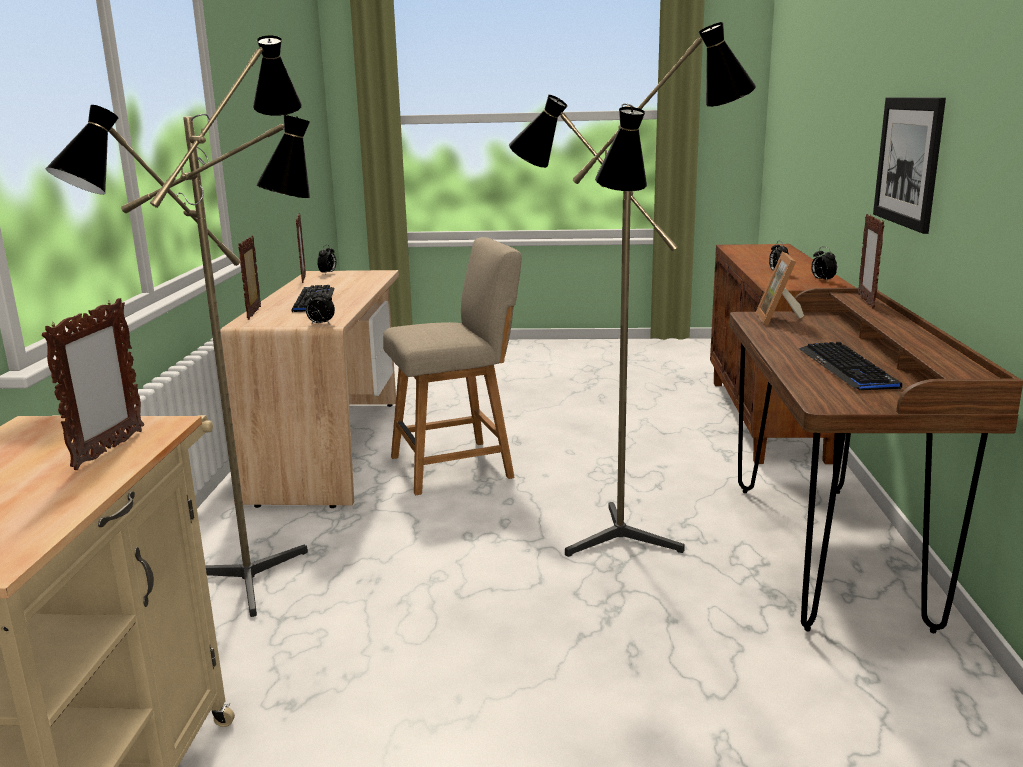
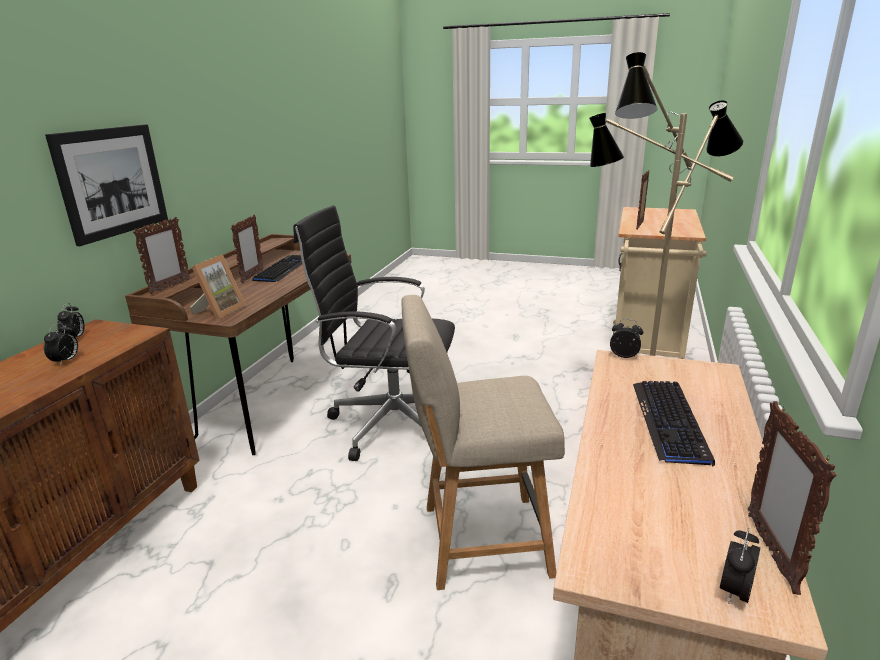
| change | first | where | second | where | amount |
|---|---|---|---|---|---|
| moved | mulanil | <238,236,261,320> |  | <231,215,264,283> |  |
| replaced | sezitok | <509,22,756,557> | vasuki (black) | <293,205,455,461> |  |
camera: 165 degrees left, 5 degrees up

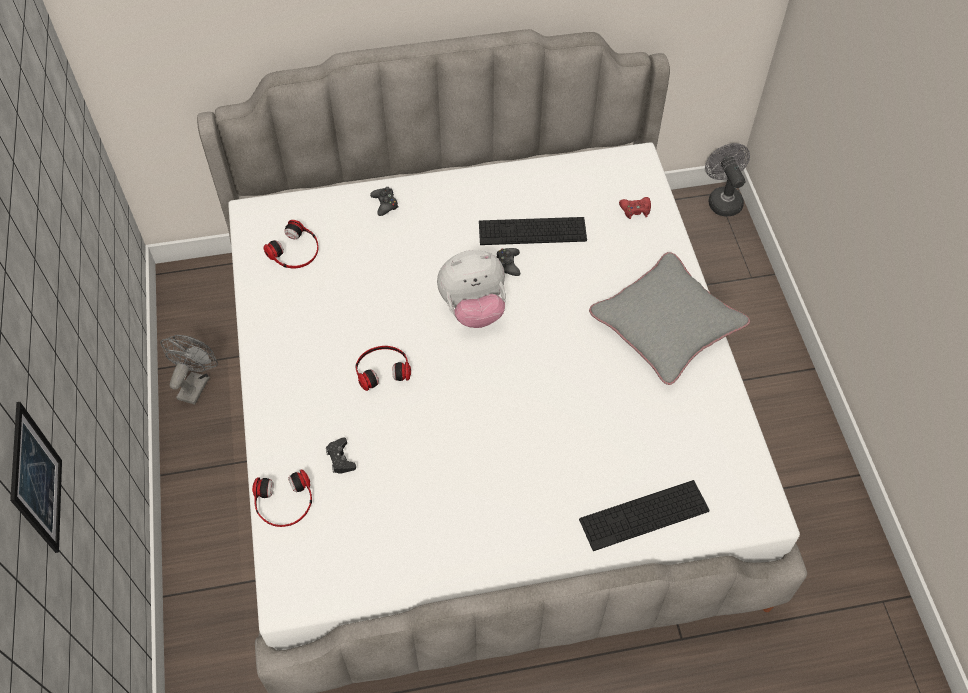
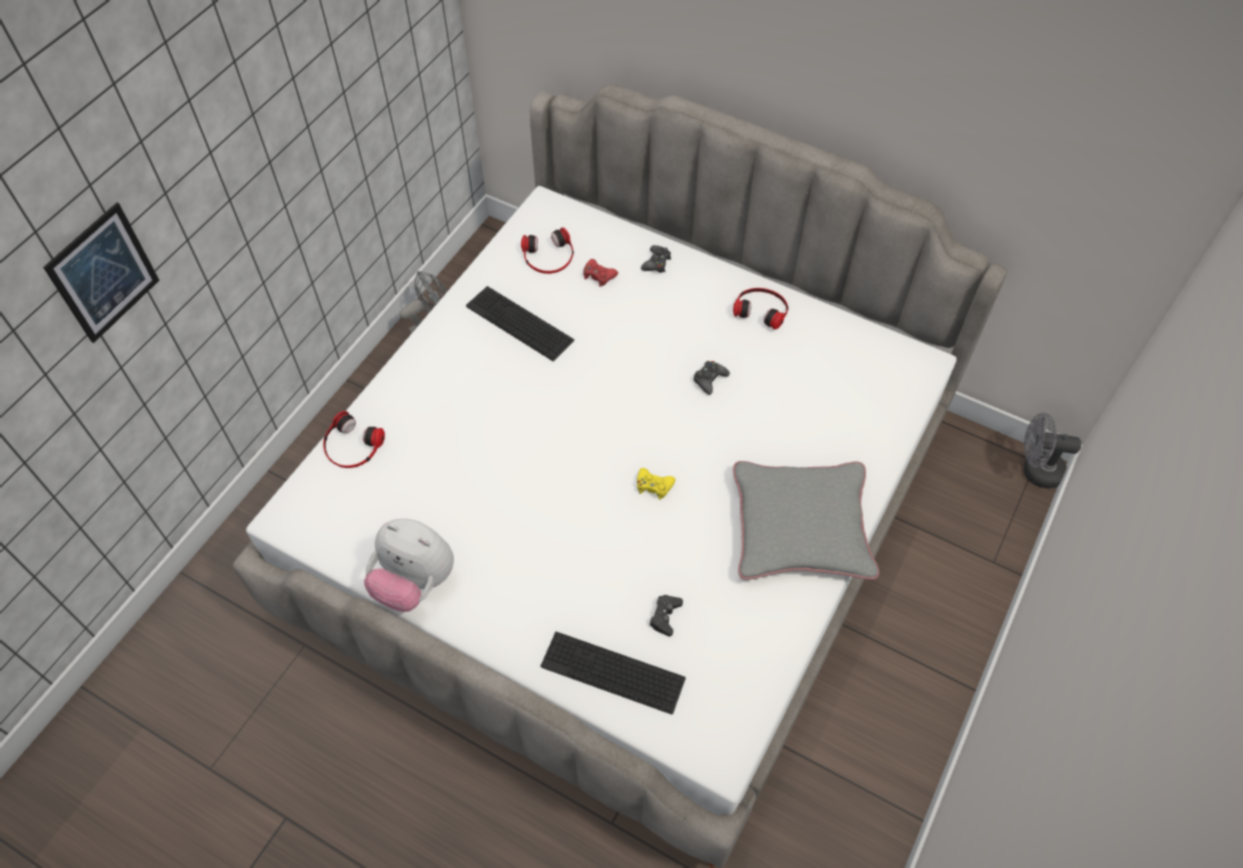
| change | first | where | second | where | amount |
|---|---|---|---|---|---|
| moved | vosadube | <437,250,506,328> |  | <364,519,454,612> |  |
| moved | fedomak | <479,217,587,245> |  | <466,286,574,361> |  |
| moved | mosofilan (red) | <619,197,651,219> |  | <583,259,618,287> |  |
| added |  |  | mosofilan (yellow) | <637,468,676,500> |  |
| moved | mosofilan (black) | <326,437,356,474> |  | <649,595,683,636> |  |
| moved | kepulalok | <355,346,411,391> |  | <733,288,788,330> |  |
| turned | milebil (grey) | <705,143,750,217> |  | <1024,413,1081,488> | 105 degrees counterclockwise |
camera: 40 degrees right, 0 degrees up

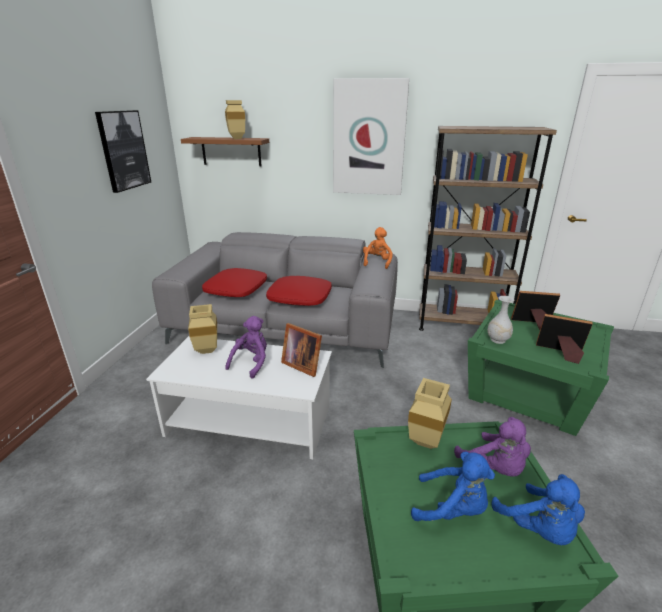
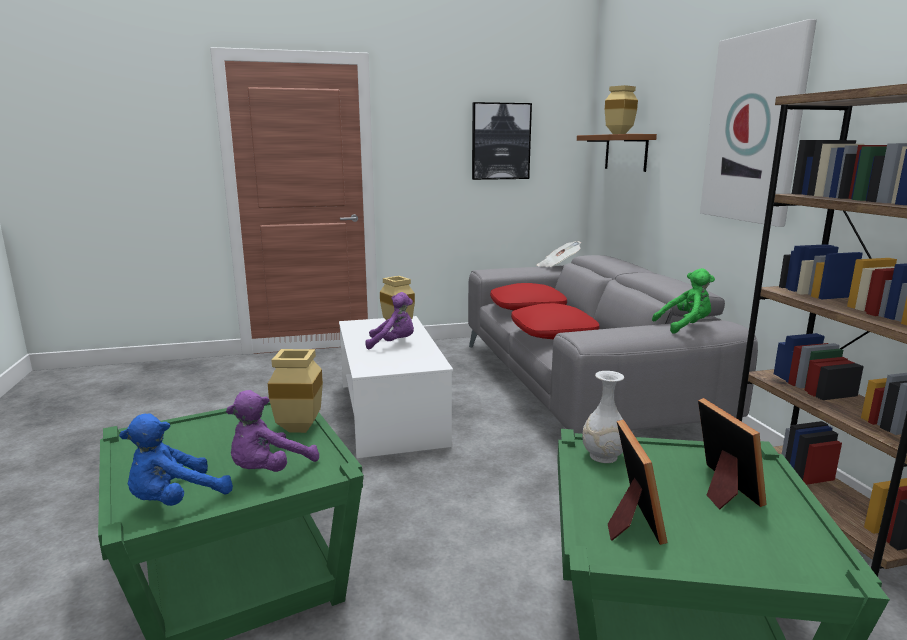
| change | first | where | second | where | amount |
|---|---|---|---|---|---|
| added |  |  | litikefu | <537,241,581,267> |  |
| recoloured | vosadube (orange) | <363,227,393,269> | vosadube (green) | <652,268,715,334> |  |
| removed | mulanil | <281,323,322,377> |  |  |  |
| removed | vosadube (blue) | <411,452,495,521> |  |  |  |
camera: 65 degrees right, 10 degrees down

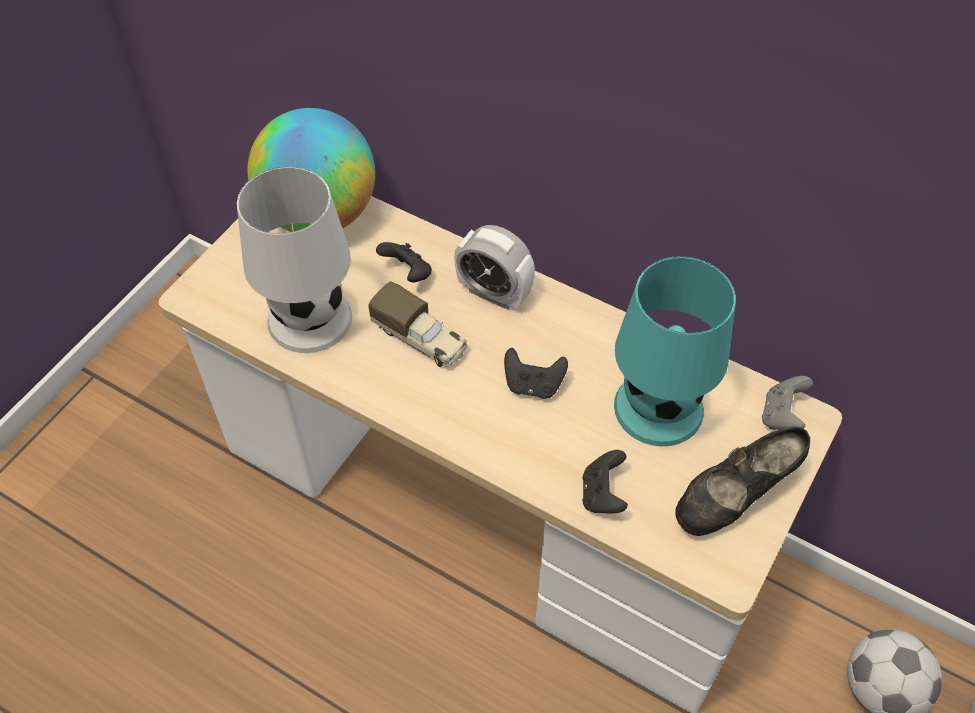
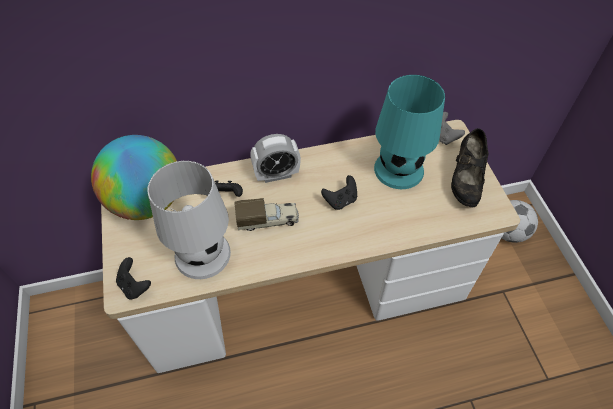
| change | first | where | second | where | amount |
|---|---|---|---|---|---|
| moved | mosofilan (black) | <582,450,628,514> |  | <116,257,151,300> |  |
camera: 45 degrees left, 0 degrees up

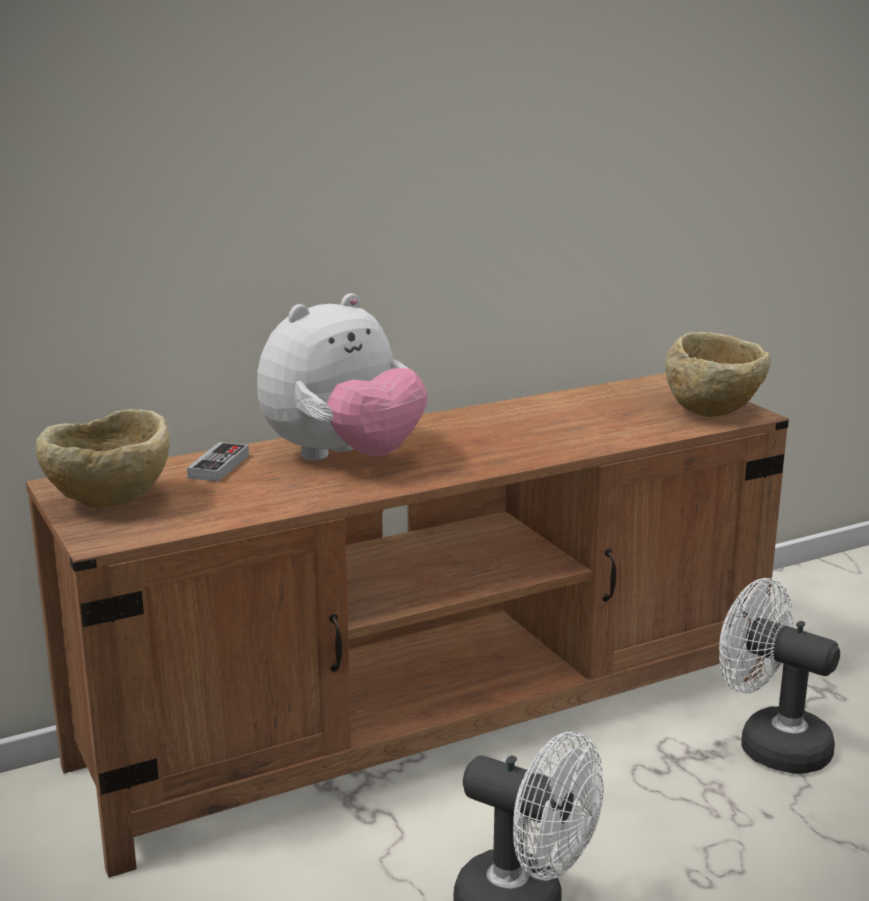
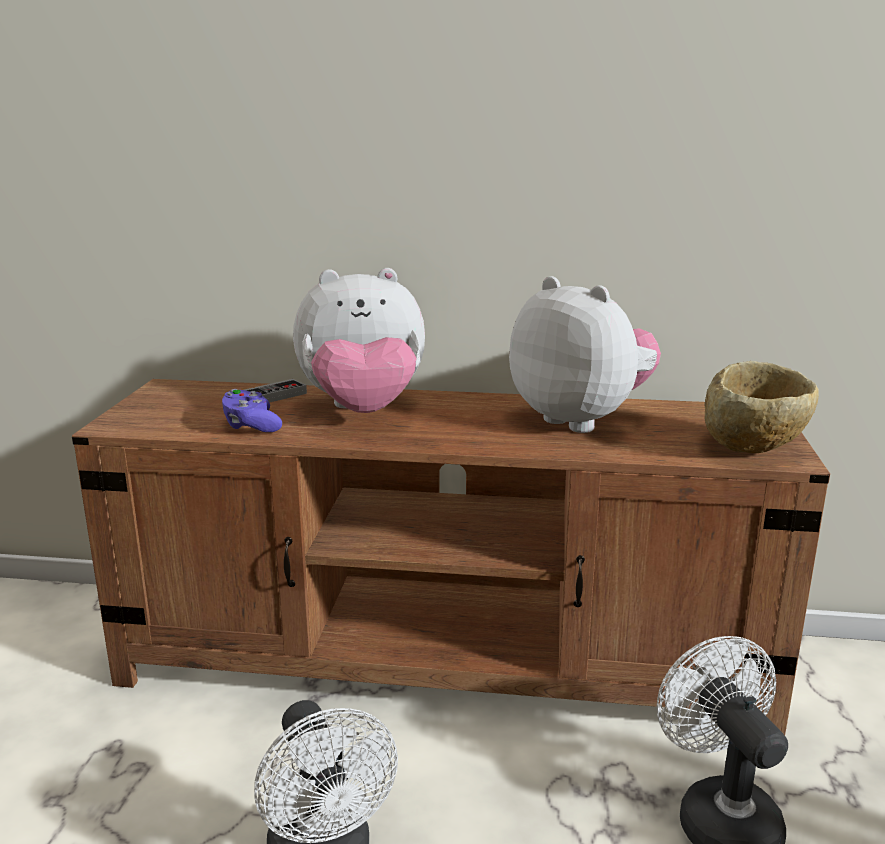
| change | first | where | second | where | amount |
|---|---|---|---|---|---|
| added |  |  | mosofilan (purple) | <222,389,282,432> |  |
| added |  |  | vosadube | <509,276,661,433> |  |
| removed | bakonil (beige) | <36,409,170,507> |  |  |  |
camera: 35 degrees right, 0 degrees up

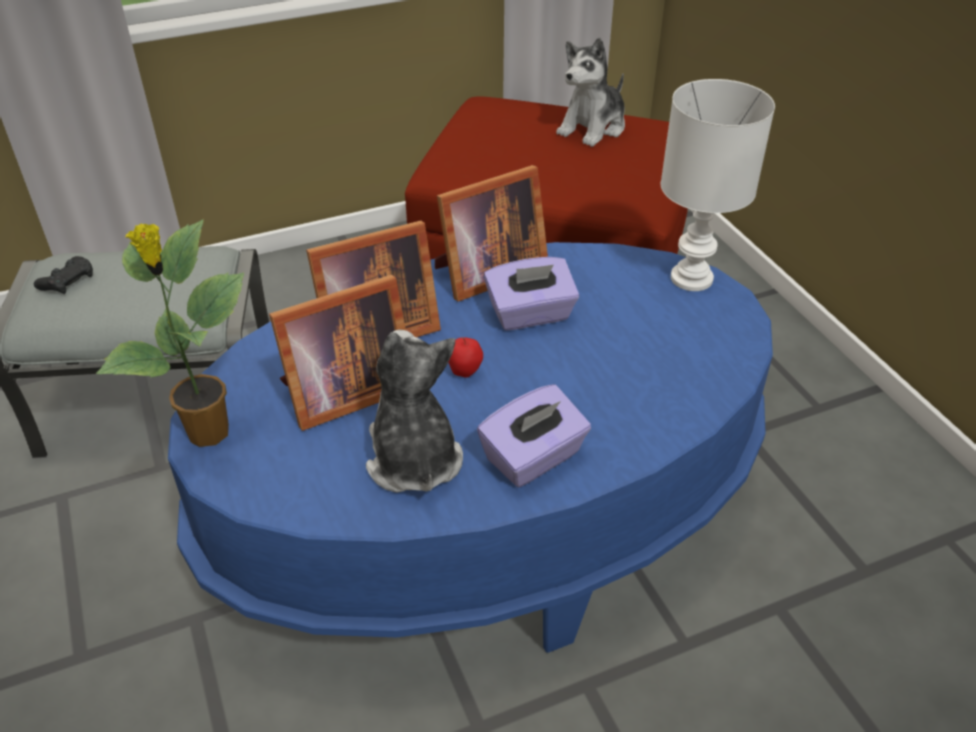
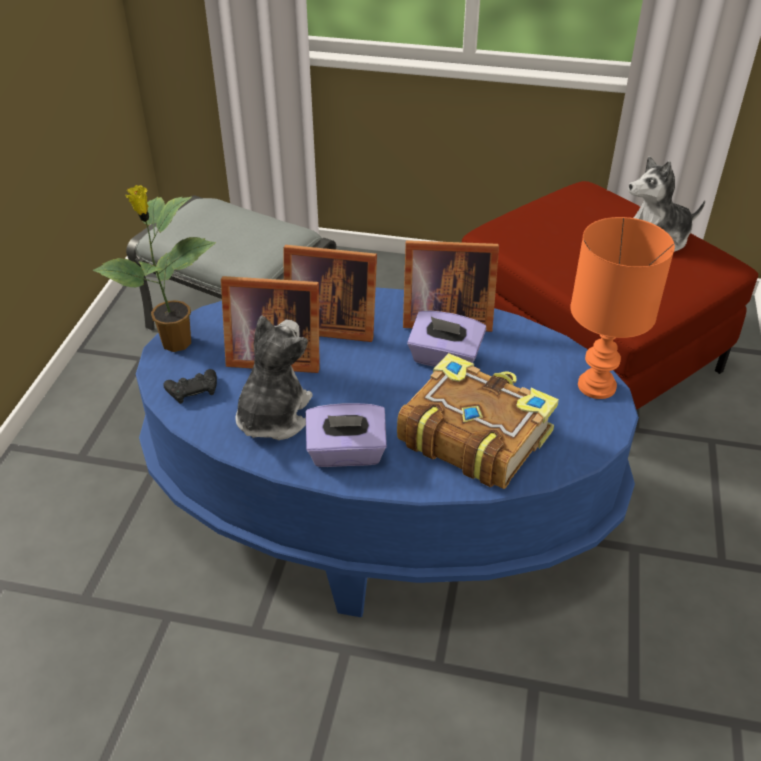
| change | first | where | second | where | amount |
|---|---|---|---|---|---|
| moved | mosofilan (black) | <34,256,93,294> |  | <163,369,217,404> |  |
| added |  |  | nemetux | <397,353,559,489> |  |
| recoloured | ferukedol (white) | <661,79,775,291> | ferukedol (orange) | <570,217,675,399> |  |
| removed | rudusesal | <448,337,483,378> |  |  |  |
camera: 35 degrees right, 0 degrees up

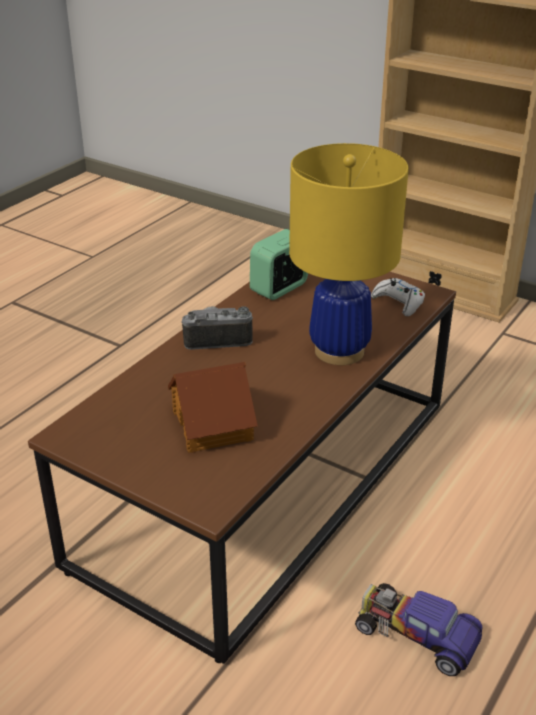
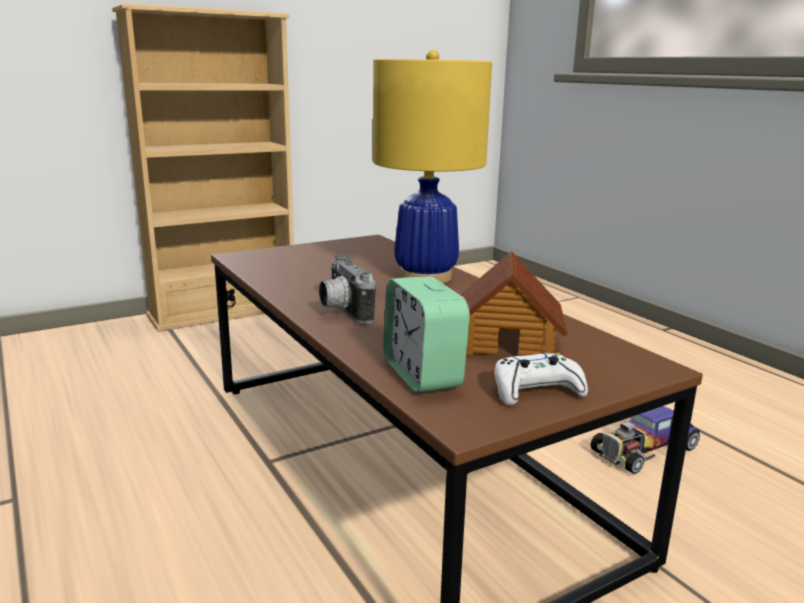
| change | first | where | second | where | amount |
|---|---|---|---|---|---|
| turned | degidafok | <181,306,253,350> |  | <319,254,376,324> | 45 degrees counterclockwise |
| moved | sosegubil | <250,229,308,300> |  | <383,276,470,392> |  |
| moved | mosofilan (white) | <371,278,425,316> |  | <494,353,588,405> |  |
camera: 65 degrees left, 15 degrees down

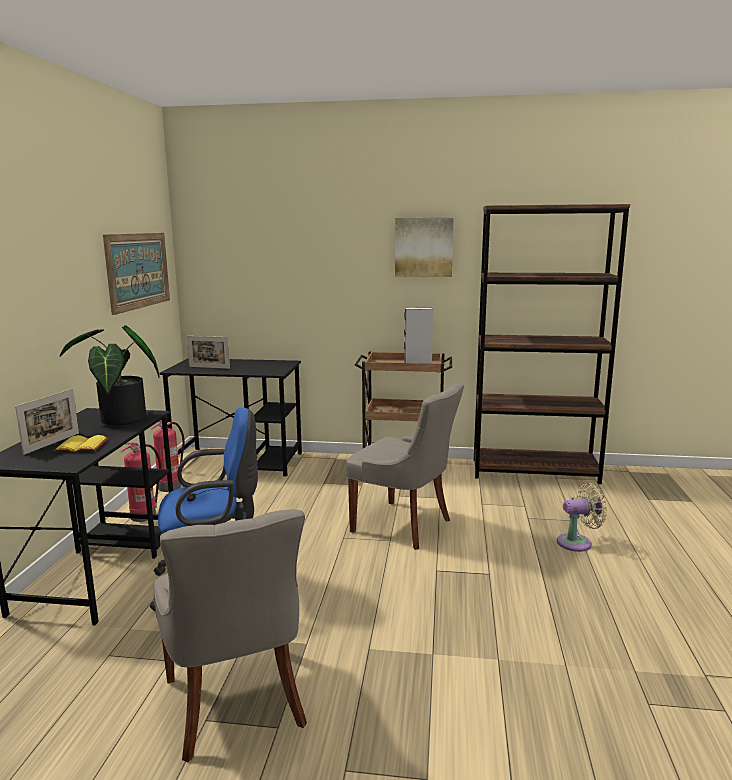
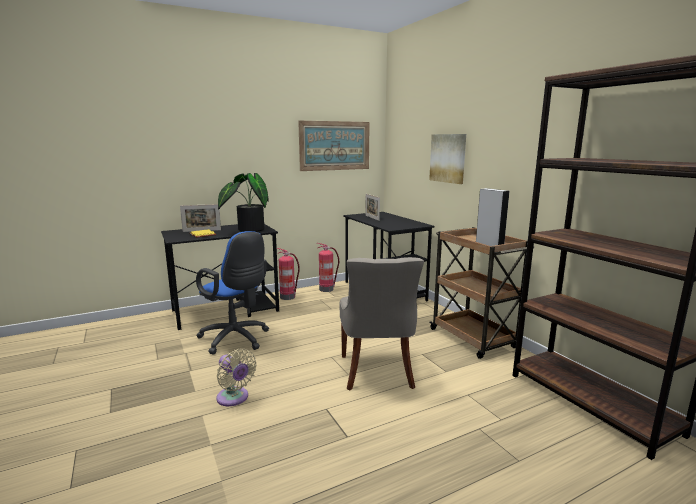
| change | first | where | second | where | amount |
|---|---|---|---|---|---|
| moved | milebil (beige) | <557,483,607,552> |  | <216,348,257,406> |  |
| moved | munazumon | <395,218,454,277> |  | <429,134,466,184> |  |
| removed | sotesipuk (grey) | <153,509,307,762> |  |  |  |
camera: 55 degrees right, 0 degrees up

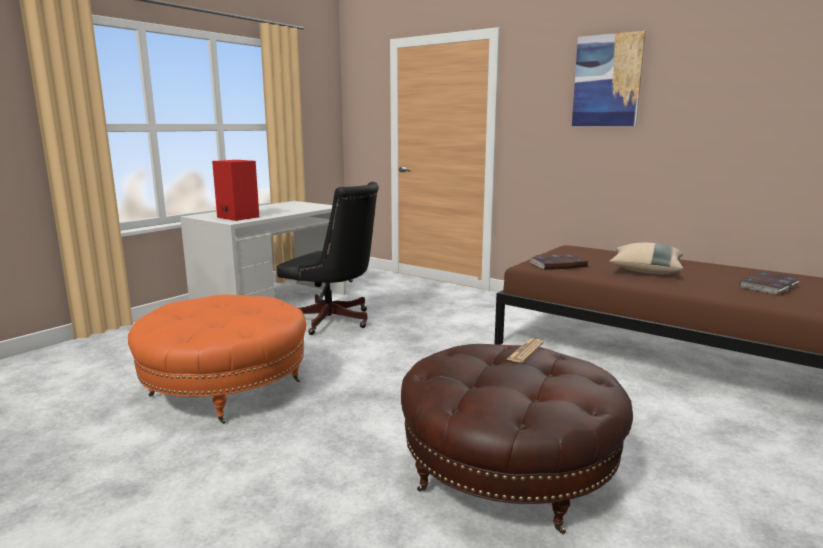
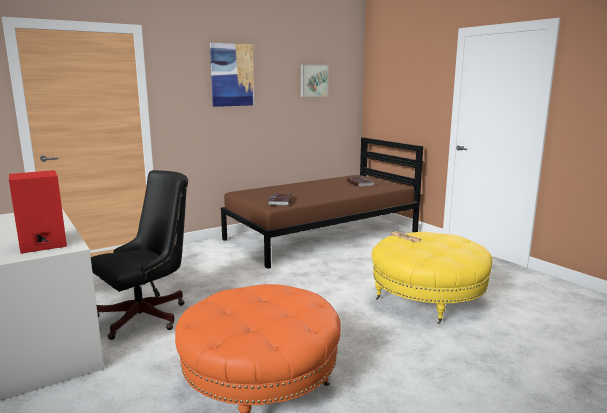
| change | first | where | second | where | amount |
|---|---|---|---|---|---|
| added |  |  | munazumon | <301,64,328,97> |  |
| recoloured | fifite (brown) | <401,344,633,534> | fifite (yellow) | <372,232,492,324> |  |
| removed | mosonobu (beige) | <610,243,683,274> |  |  |  |
camera: 70 degrees left, 0 degrees up

